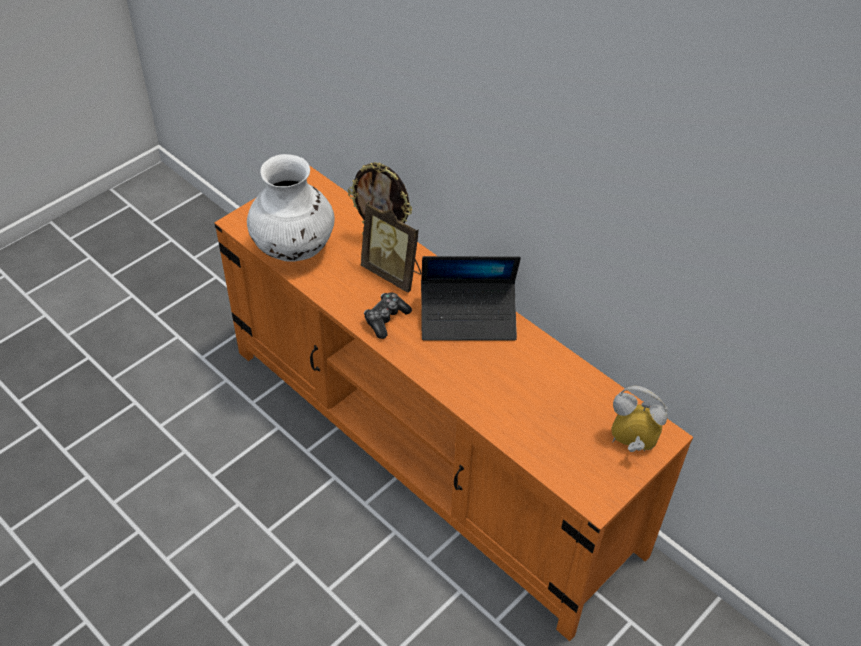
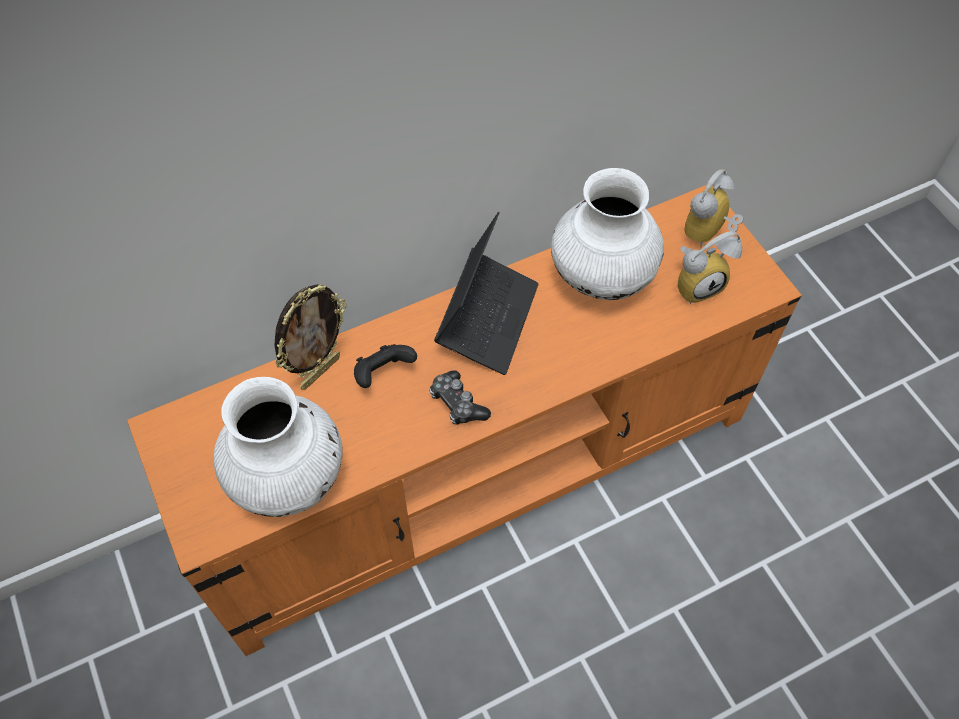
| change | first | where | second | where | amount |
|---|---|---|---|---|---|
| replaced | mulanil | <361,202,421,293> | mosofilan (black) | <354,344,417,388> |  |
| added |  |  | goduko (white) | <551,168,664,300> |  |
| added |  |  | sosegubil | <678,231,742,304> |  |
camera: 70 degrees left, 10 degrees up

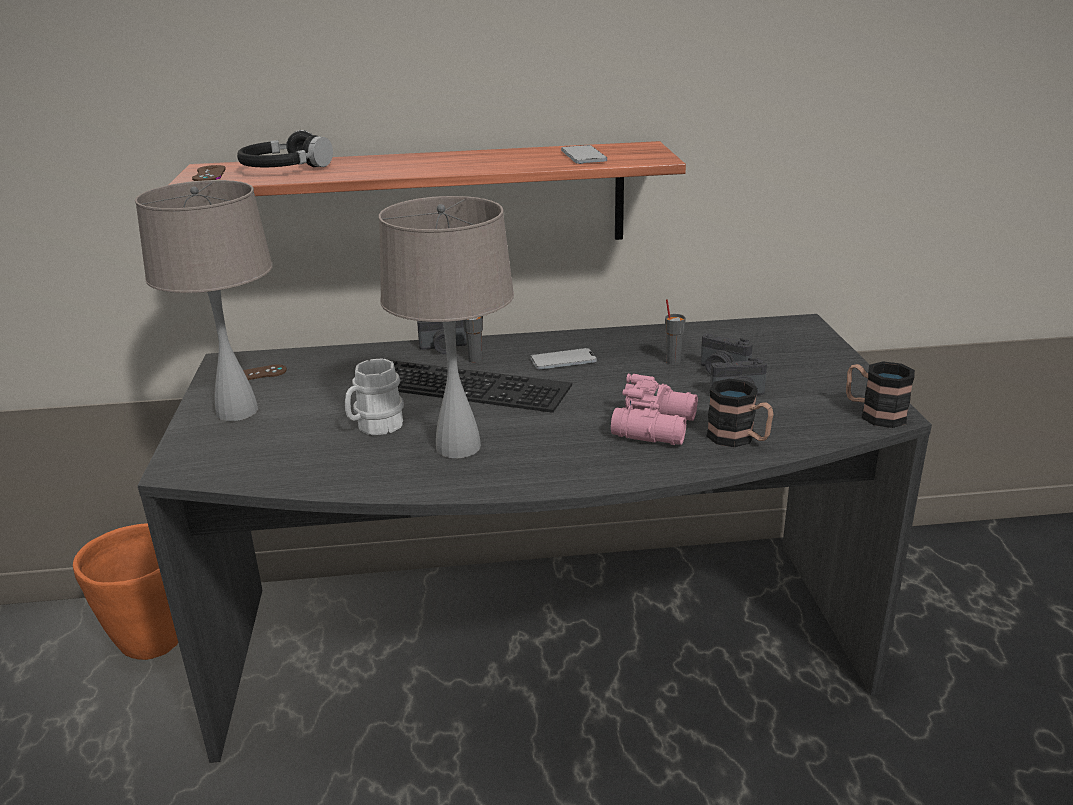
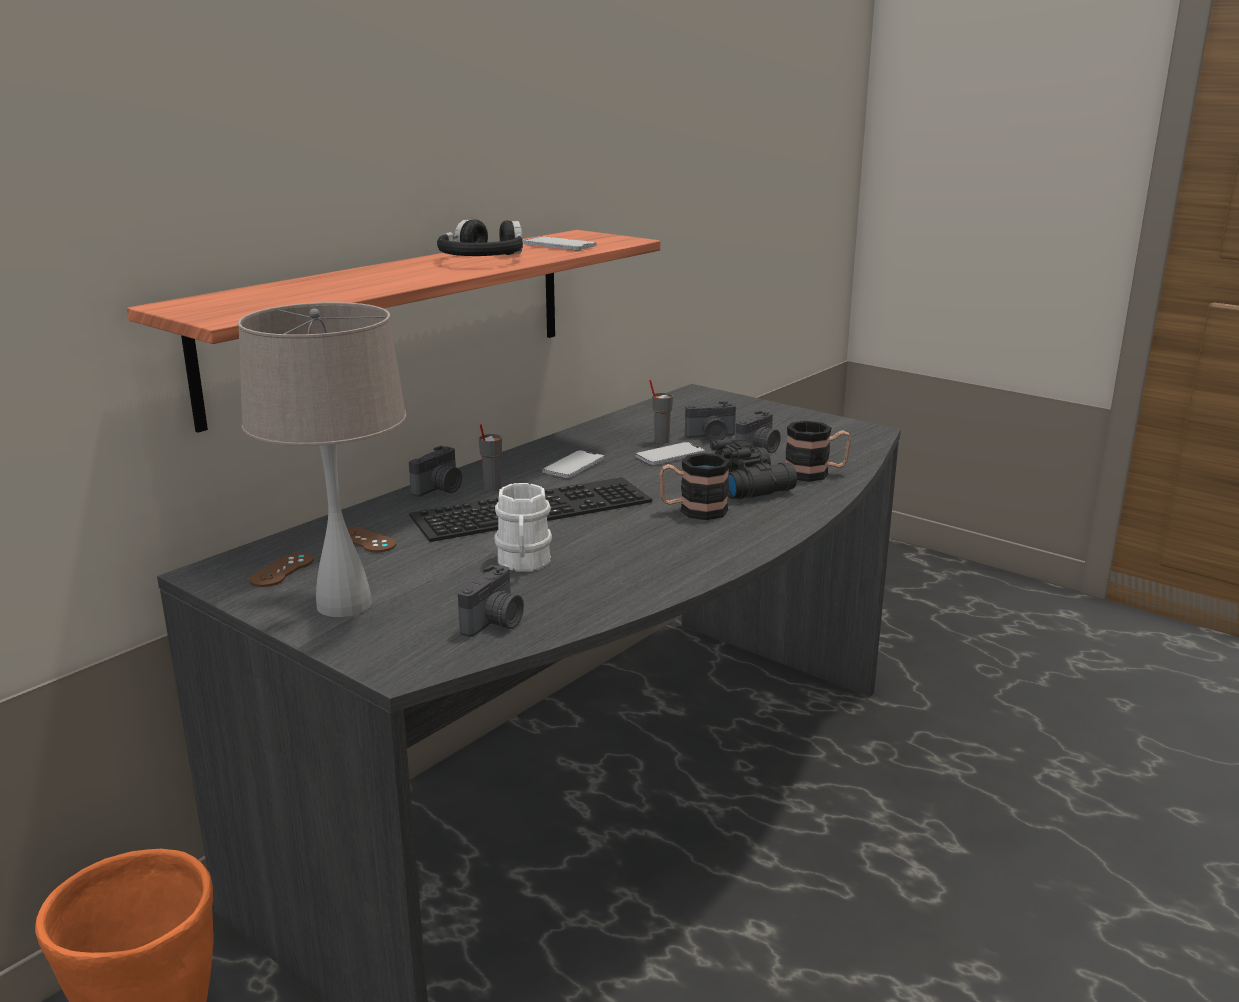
| change | first | where | second | where | amount |
|---|---|---|---|---|---|
| moved | mosofilan (brown) | <192,165,226,181> |  | <347,527,396,552> |  |
| moved | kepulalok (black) | <237,130,333,167> |  | <437,219,523,256> |  |
| added |  |  | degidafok | <458,564,524,637> |  |
| added |  |  | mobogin | <635,442,705,465> |  |
| moved | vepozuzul | <846,361,915,428> |  | <659,453,730,520> |  |
| recoloured | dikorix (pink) | <611,374,698,445> | dikorix (black) | <710,438,797,499> |  |
| removed | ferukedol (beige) | <379,196,514,458> |  |  |  |
camera: 45 degrees left, 5 degrees down

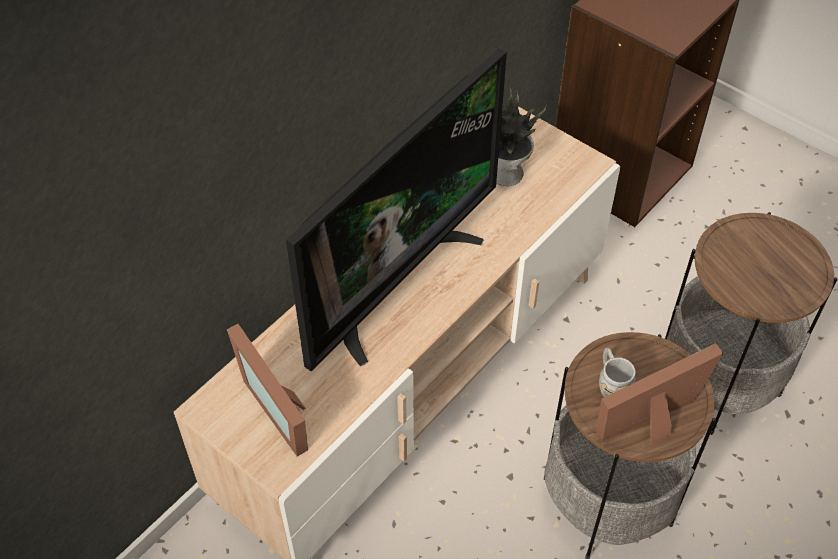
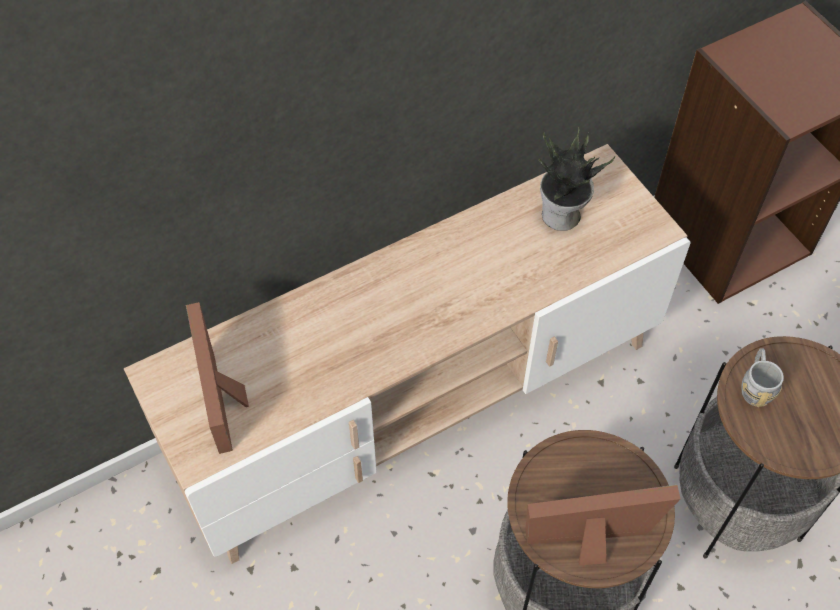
| change | first | where | second | where | amount |
|---|---|---|---|---|---|
| moved | vepozuzul (grey) | <599,348,636,397> |  | <741,348,784,407> |  |
| removed | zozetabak | <286,48,507,372> |  |  |  |
camera: 20 degrees right, 5 degrees up

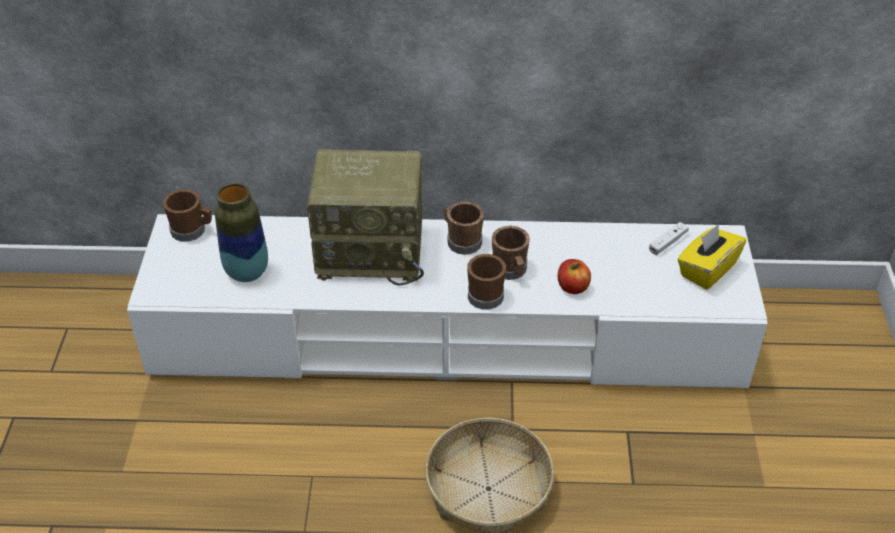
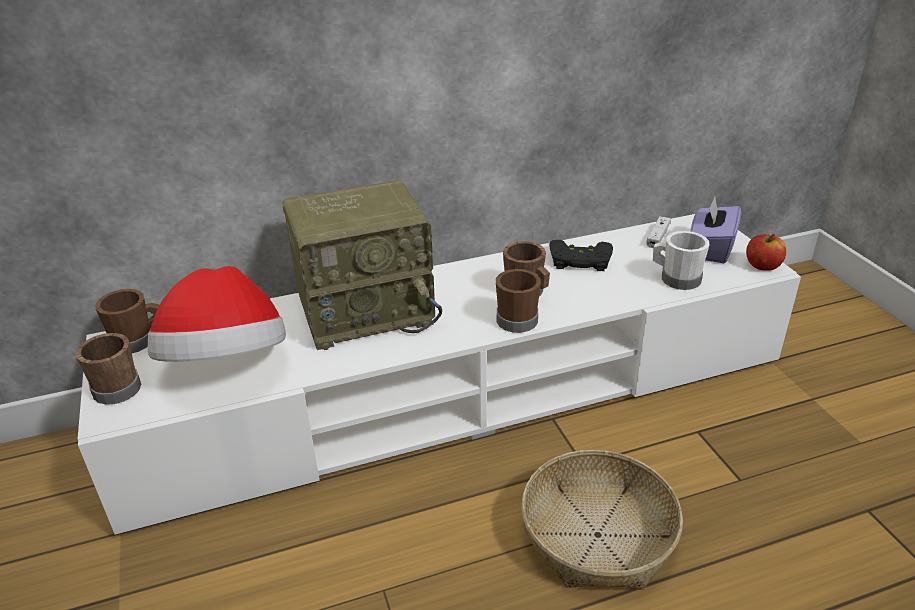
| change | first | where | second | where | amount |
|---|---|---|---|---|---|
| moved | vepozuzul (brown) | <444,202,484,255> |  | <75,333,141,405> |  |
| replaced | goduko | <215,183,268,282> | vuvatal | <148,266,286,362> |  |
| added |  |  | mosofilan (black) | <549,240,613,271> |  |
| added |  |  | vepozuzul (white) | <653,231,709,290> |  |
| recoloured | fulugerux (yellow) | <677,224,746,290> | fulugerux (purple) | <690,197,741,263> |  |
| moved | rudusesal | <558,259,591,294> |  | <746,234,786,271> |  |
camera: 20 degrees left, 10 degrees down

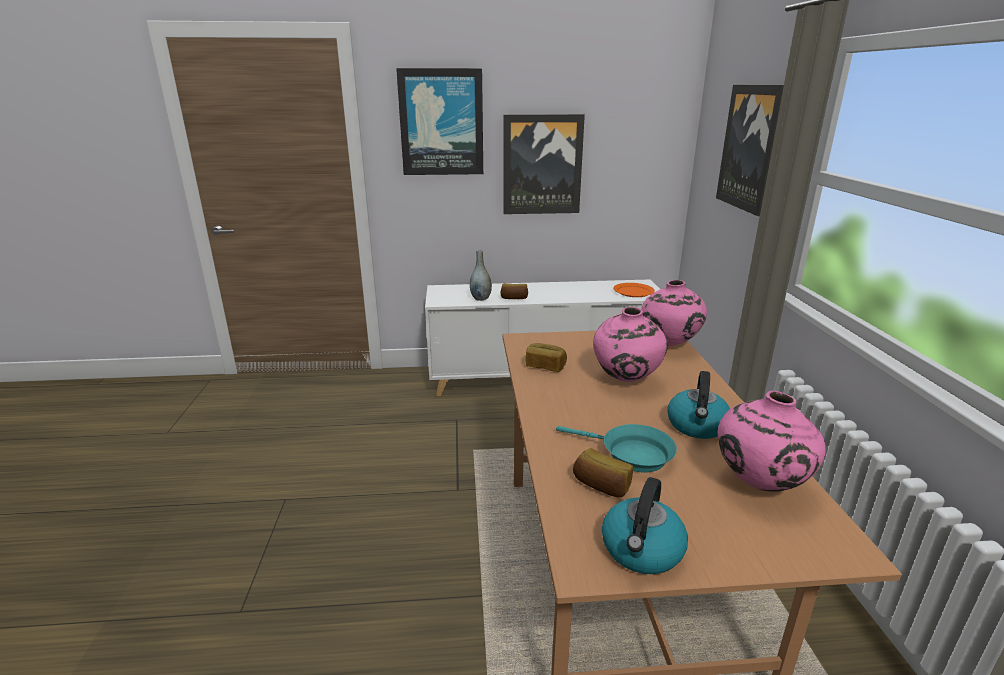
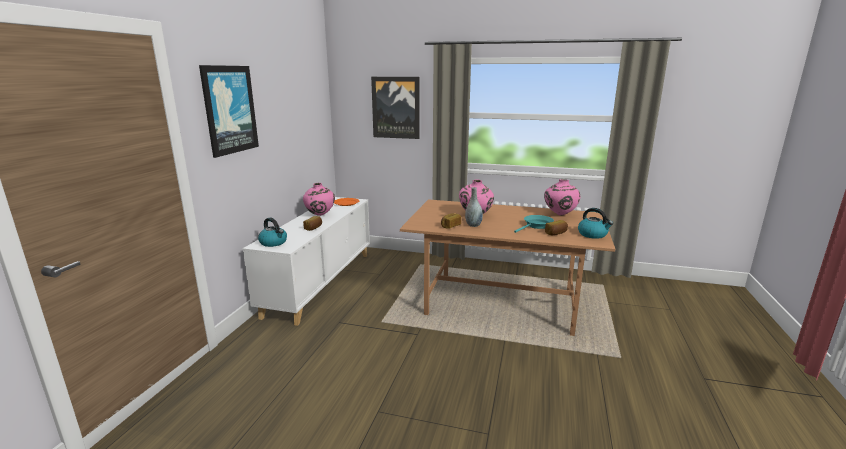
| change | first | where | second | where | amount |
|---|---|---|---|---|---|
| moved | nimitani | <667,371,730,439> |  | <258,218,287,247> |  |
| moved | goduko (pink) | <641,280,707,346> |  | <303,183,335,216> |  |
| moved | goduko (grey) | <470,250,492,301> |  | <465,187,483,227> |  |
| removed | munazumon | <503,114,585,214> |  |  |  |
camera: 70 degrees left, 5 degrees down

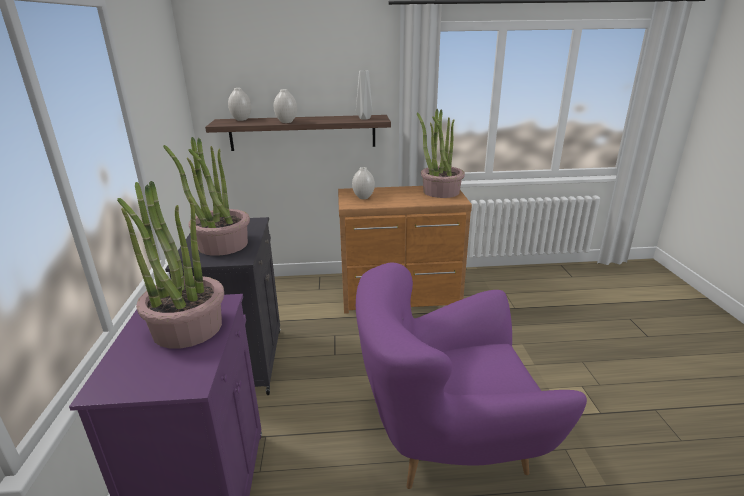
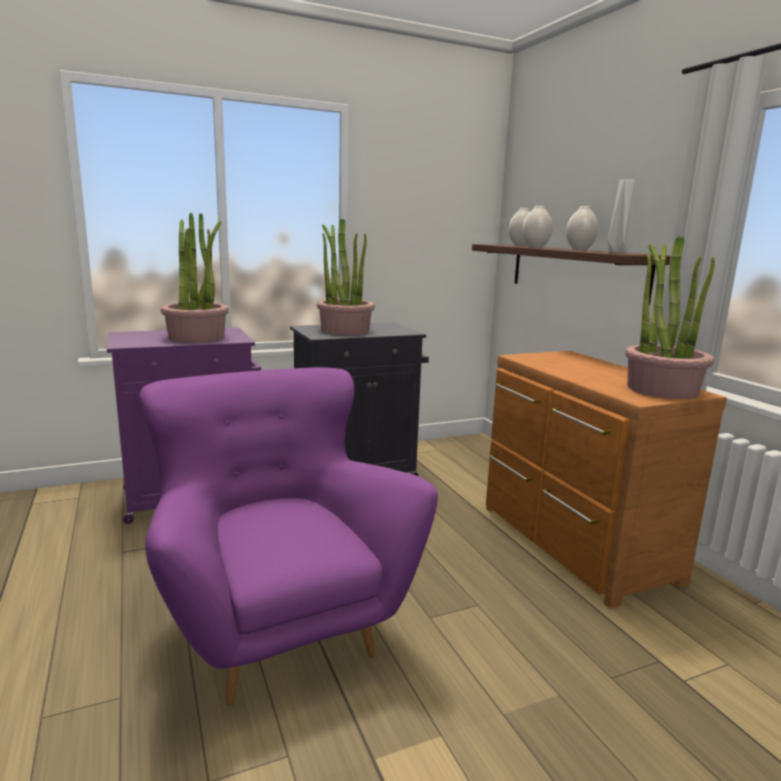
| change | first | where | second | where | amount |
|---|---|---|---|---|---|
| moved | goduko (white) | <352,167,375,199> |  | <566,206,598,250> |  |
camera: 70 degrees right, 10 degrees down

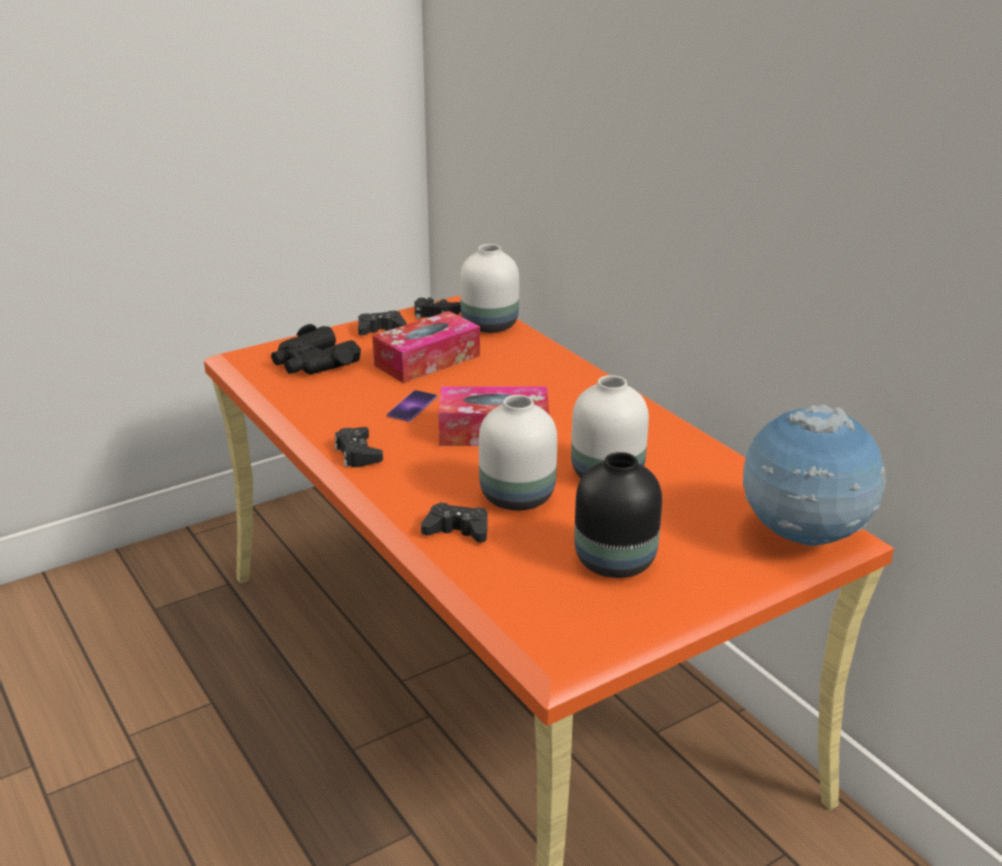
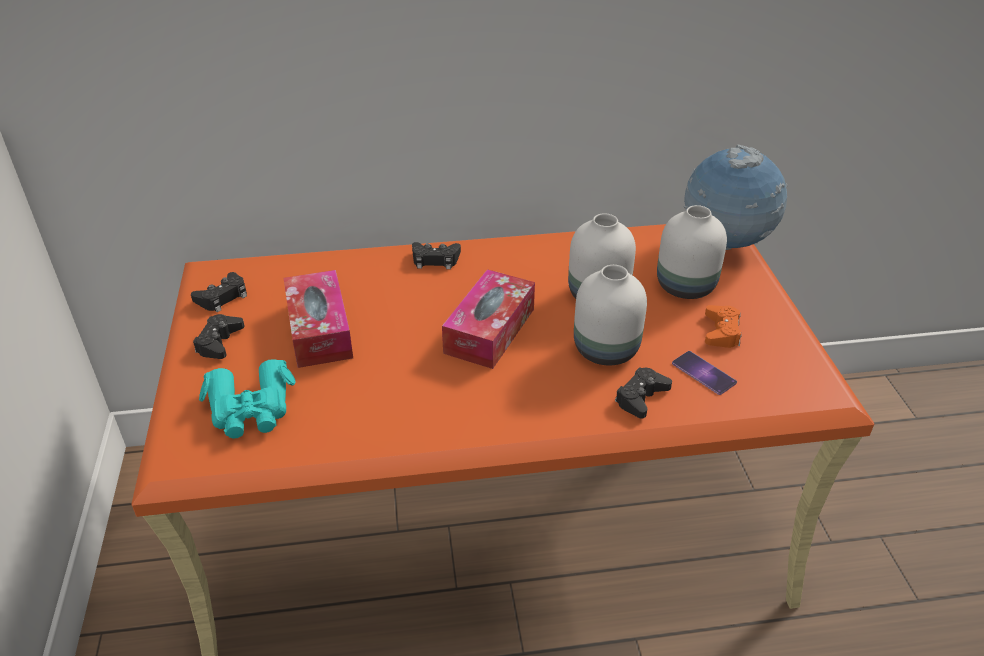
| change | first | where | second | where | amount |
|---|---|---|---|---|---|
| recoloured | dikorix (black) | <271,324,361,374> | dikorix (turquoise) | <199,359,296,439> |  |
| moved | mosofilan (black) | <334,427,383,467> |  | <412,242,461,269> |  |
| moved | goduko (white) | <460,244,519,333> |  | <657,205,727,299> |  |
| moved | mobogin | <387,390,437,422> |  | <672,351,737,395> |  |
| replaced | goduko (black) | <574,452,662,578> | mosofilan (orange) | <705,305,741,348> |  |
camera: 65 degrees left, 10 degrees up

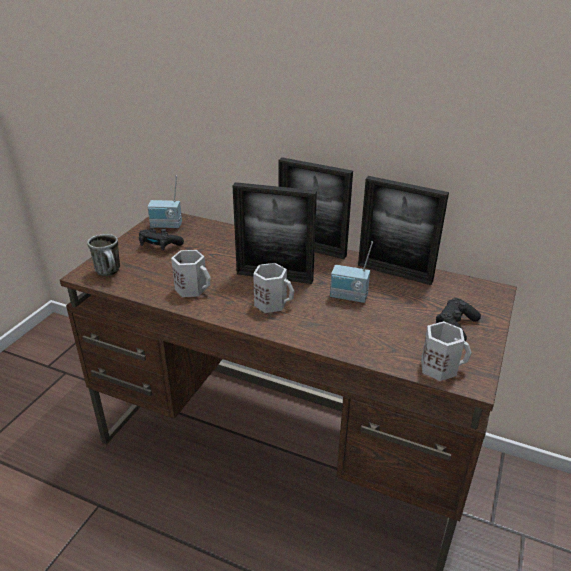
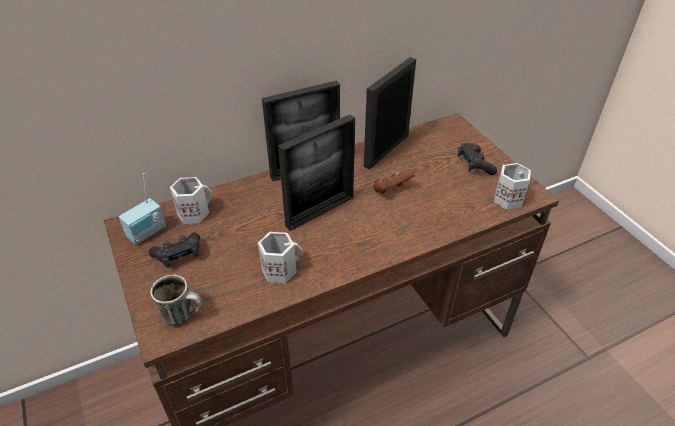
| change | first | where | second | where | amount |
|---|---|---|---|---|---|
| moved | vepozuzul (white) | <253,263,294,313> |  | <170,177,212,224> |  |
| turned | mulanil | <358,176,449,285> |  | <364,57,416,170> | 150 degrees clockwise |
| replaced | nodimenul | <330,241,373,303> | mosofilan (brown) | <373,170,415,194> |  |
camera: 50 degrees left, 10 degrees up

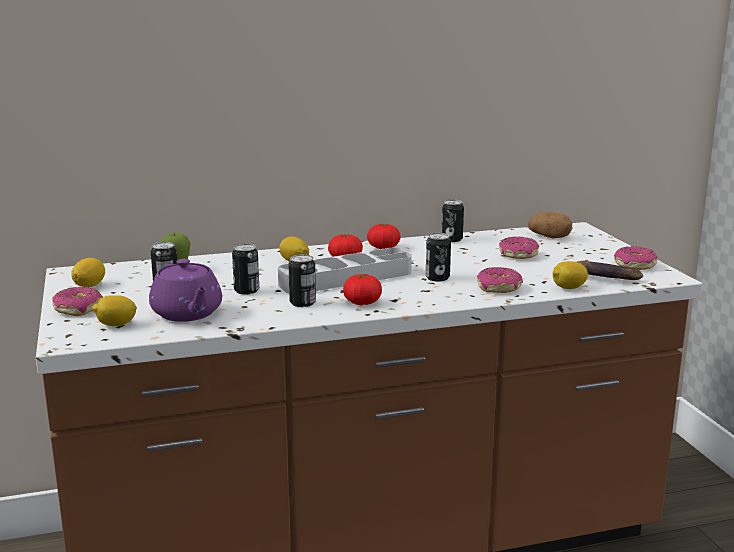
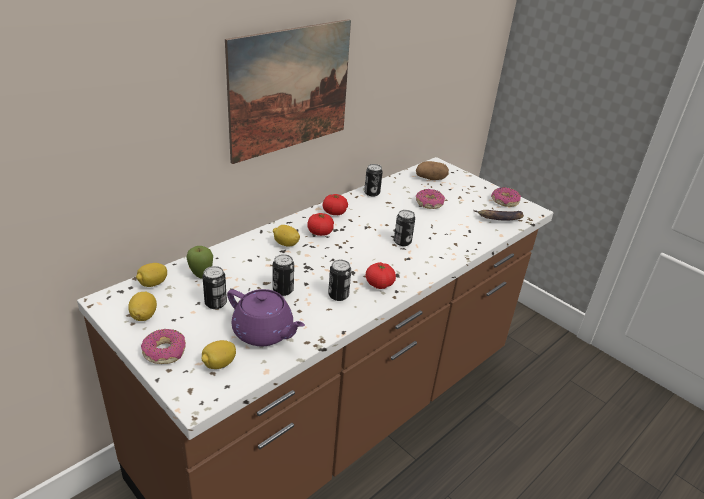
| change | first | where | second | where | amount |
|---|---|---|---|---|---|
| moved | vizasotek | <553,261,588,289> |  | <136,263,167,287> |  |
| added |  |  | munazumon | <225,19,351,164> |  |
| removed | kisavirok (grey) | <278,248,412,293> |  |  |  |
| removed | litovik | <477,267,523,293> |  |  |  |
camera: 30 degrees left, 15 degrees up

